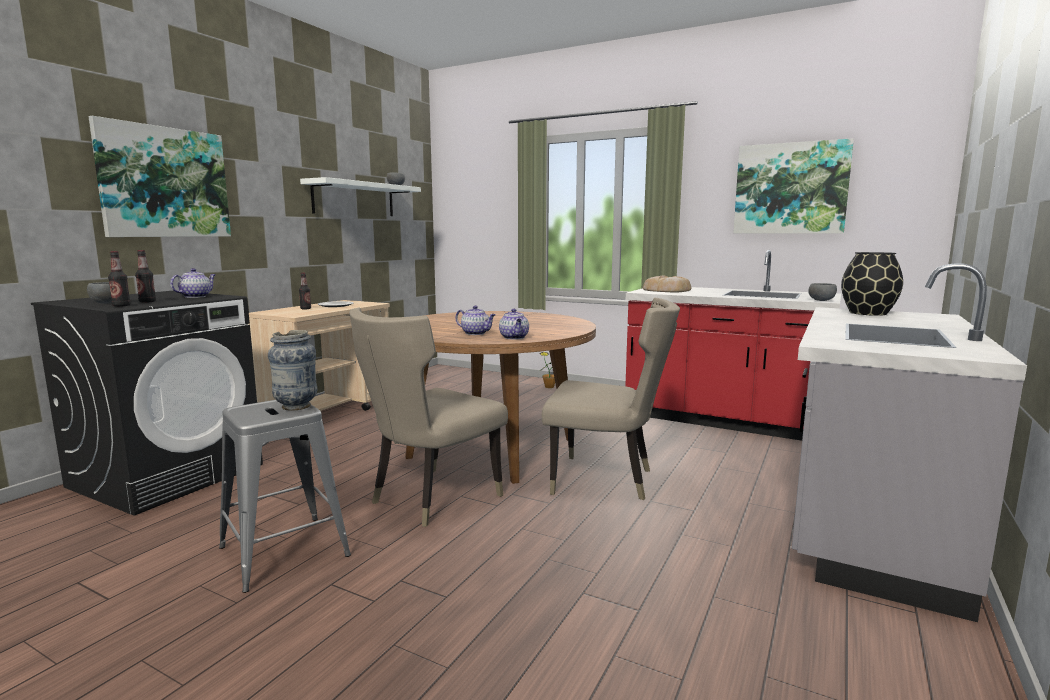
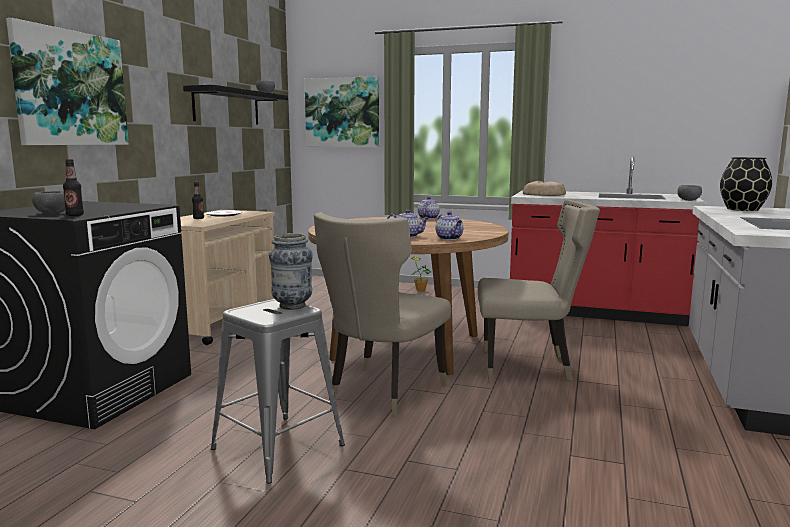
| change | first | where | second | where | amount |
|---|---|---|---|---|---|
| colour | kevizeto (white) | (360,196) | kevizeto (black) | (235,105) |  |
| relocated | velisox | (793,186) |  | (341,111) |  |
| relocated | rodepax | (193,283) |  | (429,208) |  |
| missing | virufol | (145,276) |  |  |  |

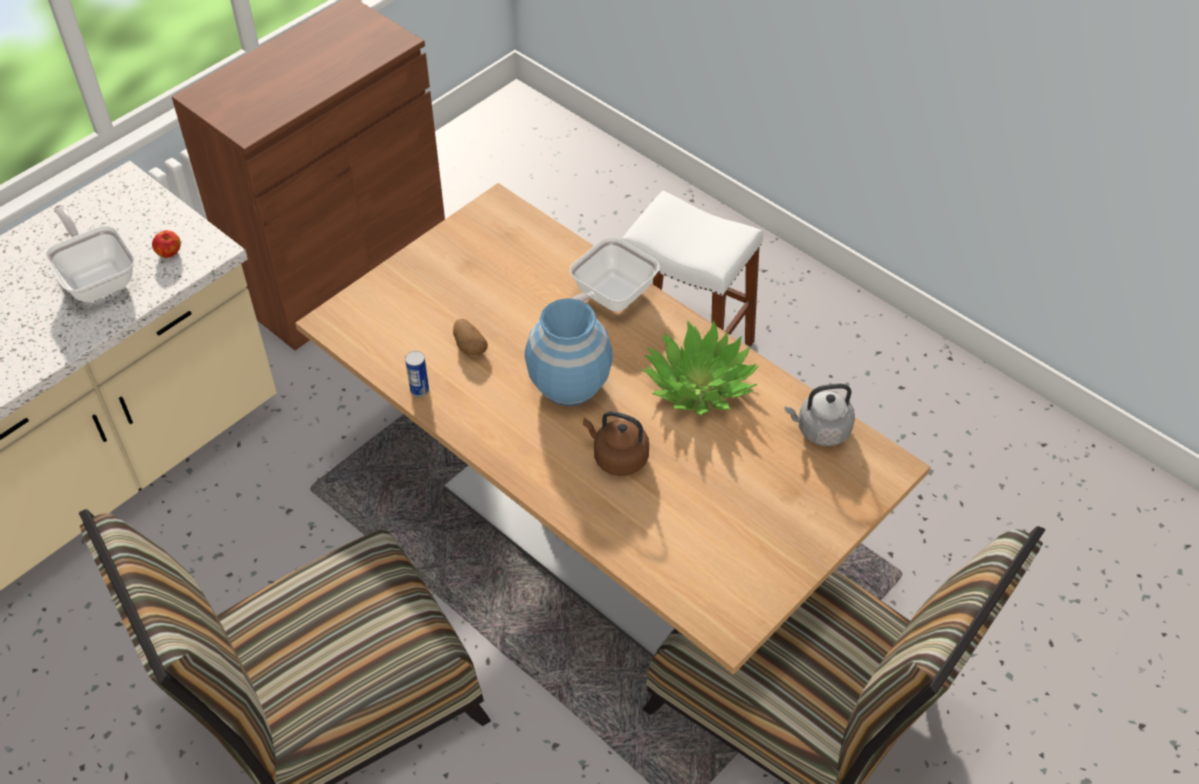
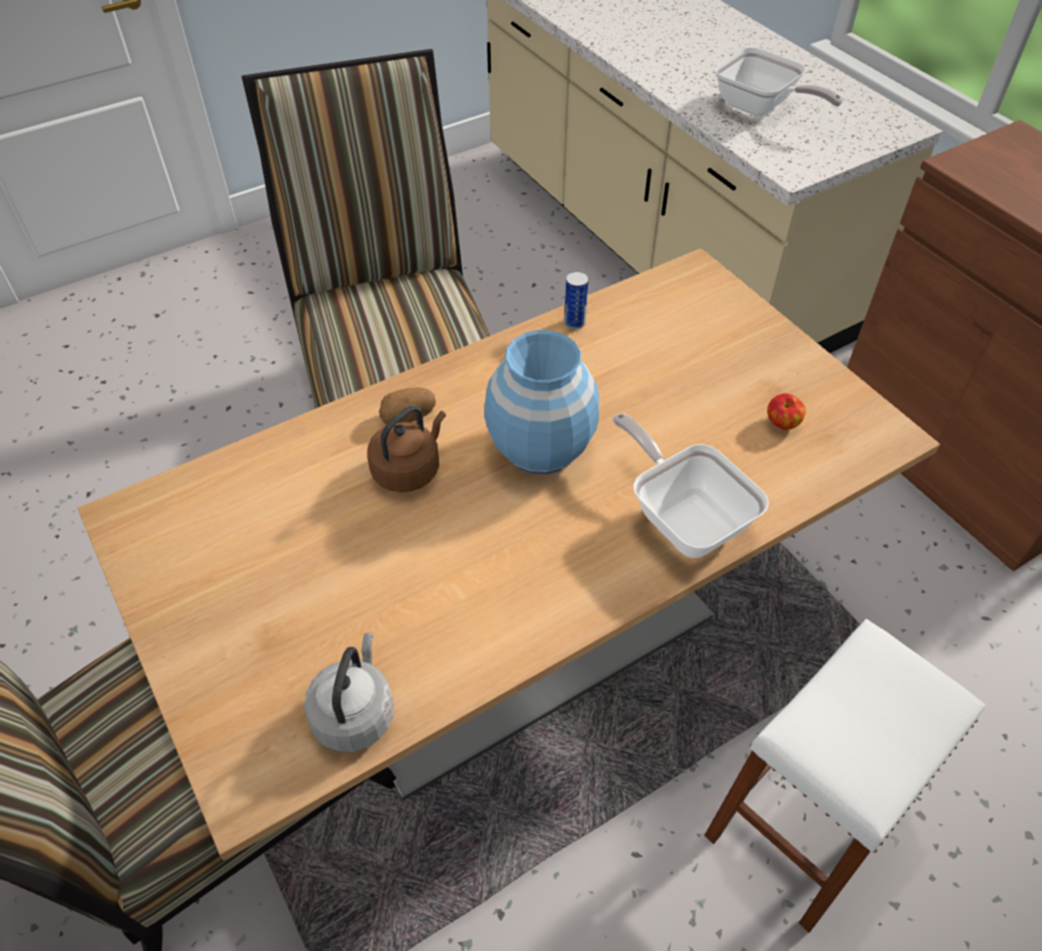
| change | first | where | second | where | amount |
|---|---|---|---|---|---|
| relocated | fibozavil | (470,337) |  | (407,405) |  |
| spun | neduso | (90,253) |  | (779,81) | 60 degrees clockwise |
| relocated | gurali | (166,244) |  | (786,411) |  |
| missing | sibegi | (700,367) |  |  |  |

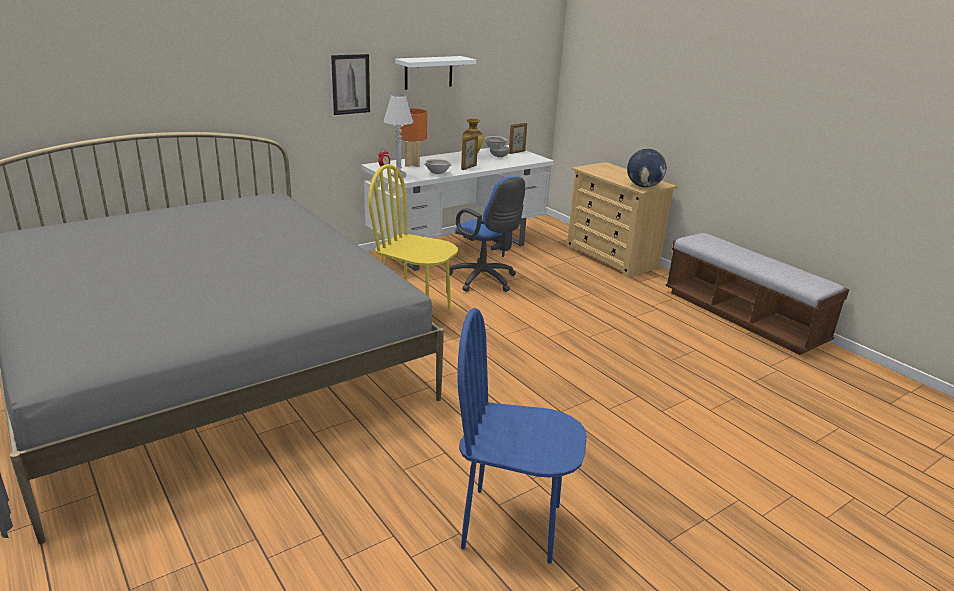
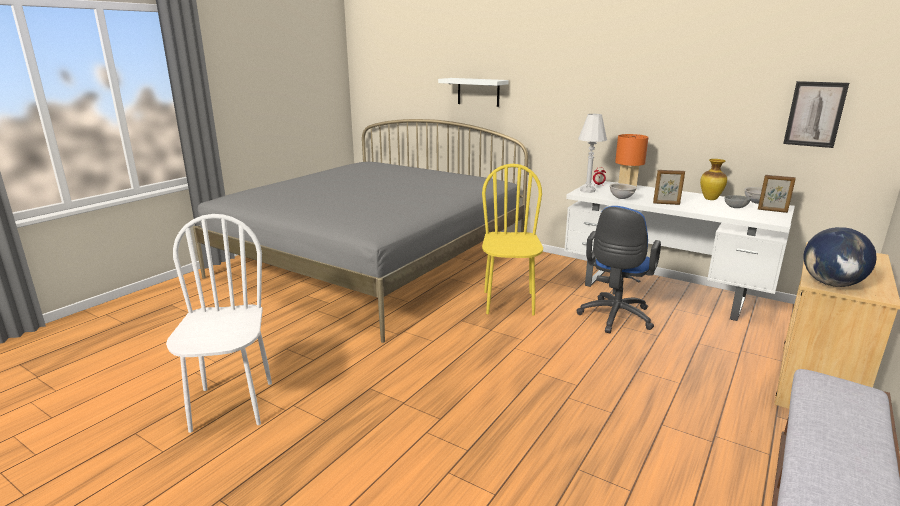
| change | first | where | second | where | amount |
|---|---|---|---|---|---|
| colour | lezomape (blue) | (522,436) | lezomape (white) | (219,323) |  |
| relocated | kevizeto (white) | (435,73) |  | (473,92) |  |
| relocated | velisox | (350,84) |  | (816,114) |  |

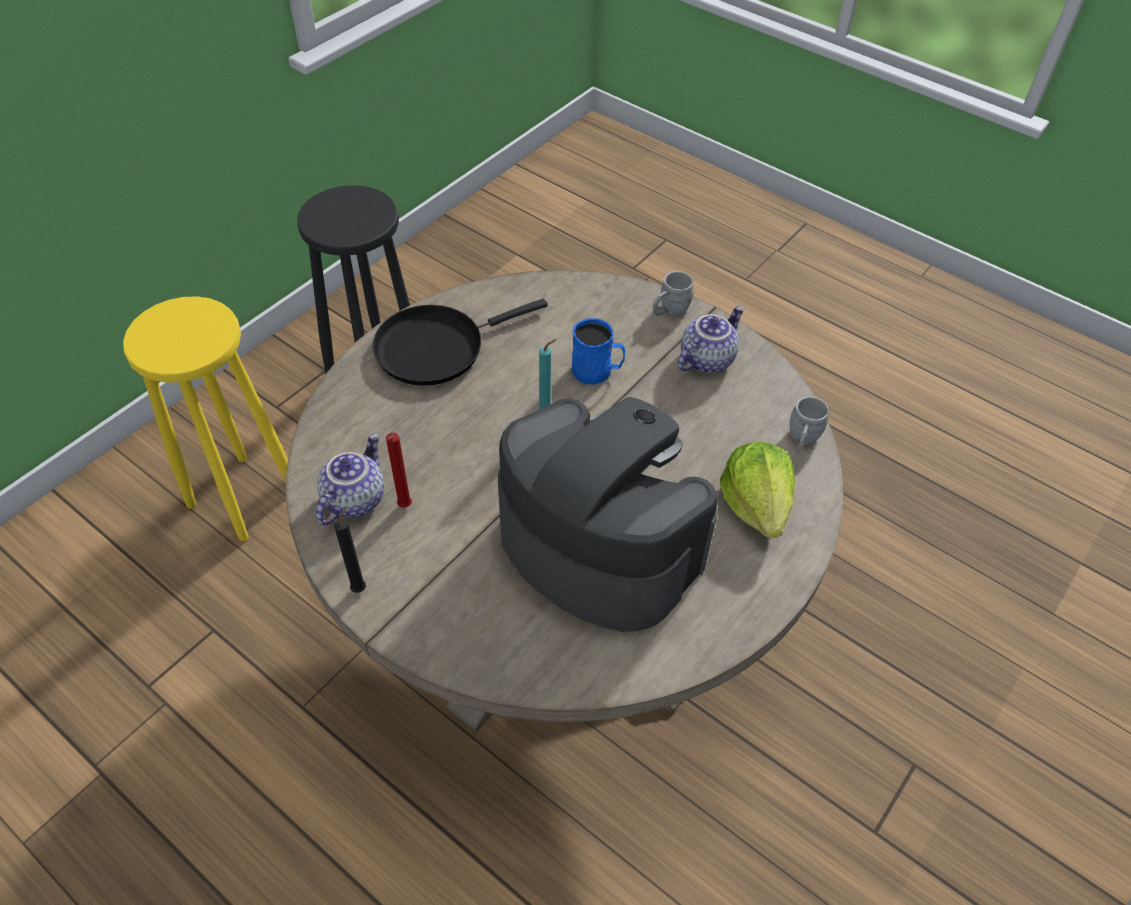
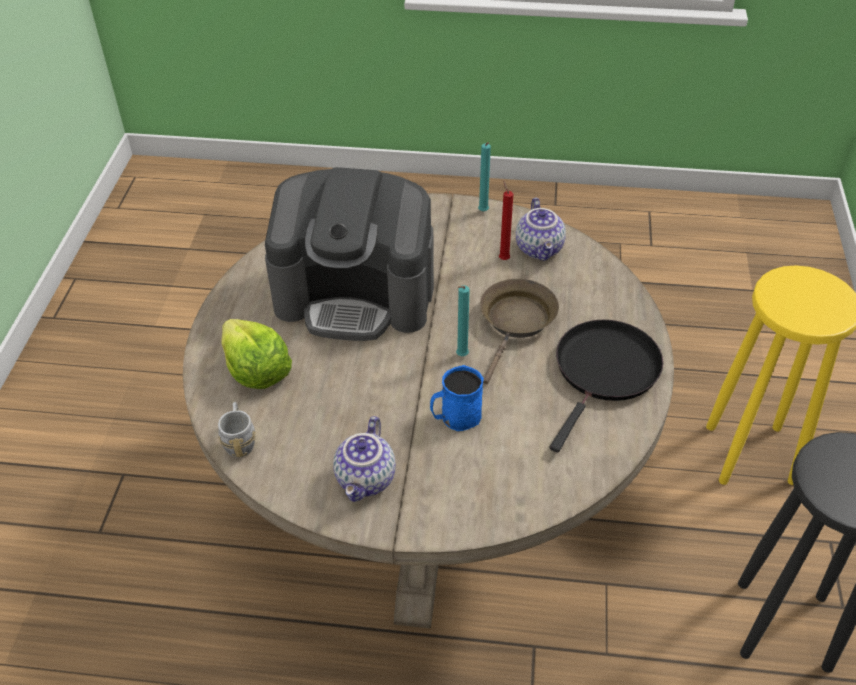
| change | first | where | second | where | amount |
|---|---|---|---|---|---|
| colour | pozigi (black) | (350,549) | pozigi (turquoise) | (484,176) |  |
| appeared |  |  | neduso (brown) | (519,331) |  |
| missing | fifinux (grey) | (673,293) |  |  |  |

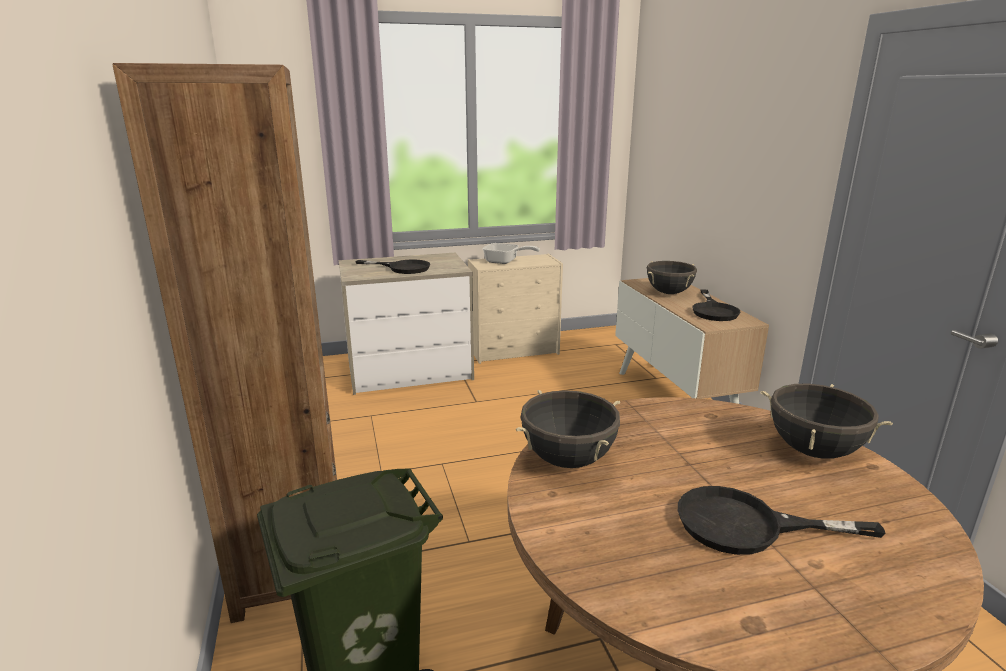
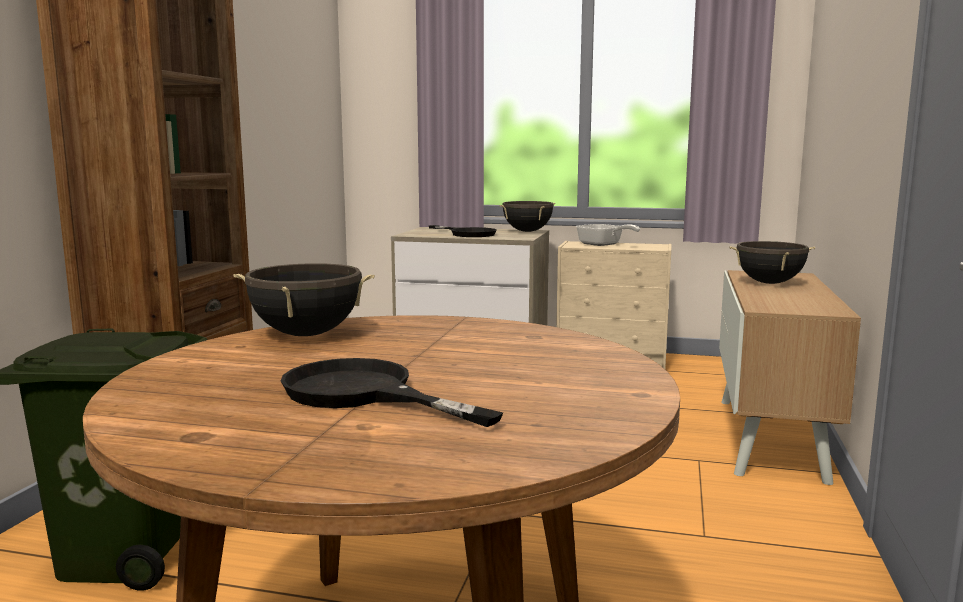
| change | first | where | second | where | amount |
|---|---|---|---|---|---|
| relocated | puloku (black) | (826,421) |  | (527,216) |  |
| missing | neduso (black) | (716,305) |  |  |  |

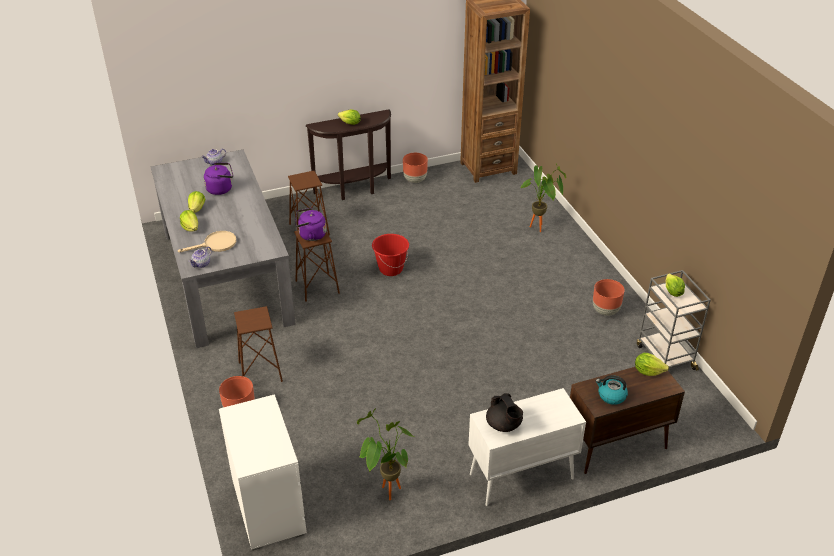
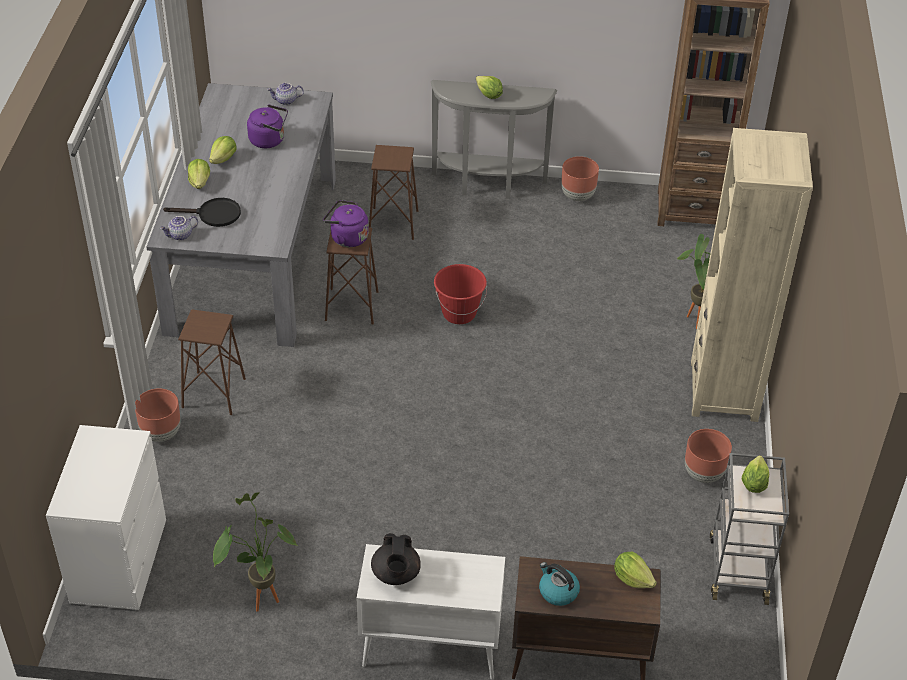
| change | first | where | second | where | amount |
|---|---|---|---|---|---|
| colour | neduso (beige) | (207,242) | neduso (black) | (202,212) |  |
| colour | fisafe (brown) | (348,154) | fisafe (grey) | (494,139) |  |
| appeared |  |  | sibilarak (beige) | (752,275) |  |

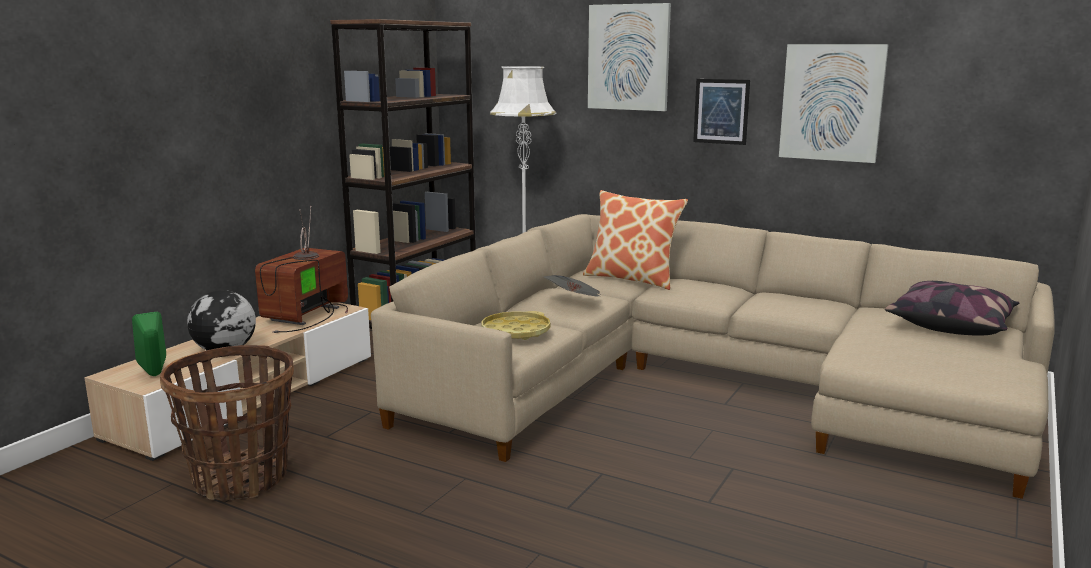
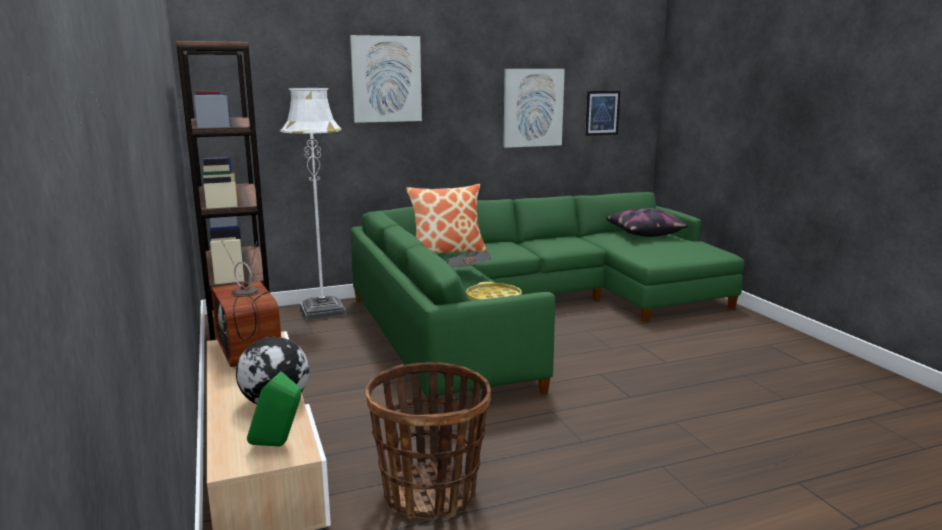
| change | first | where | second | where | amount |
|---|---|---|---|---|---|
| colour | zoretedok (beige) | (713,356) | zoretedok (green) | (547,302) |  |
| relocated | velisox | (721,112) |  | (603,113) |  |

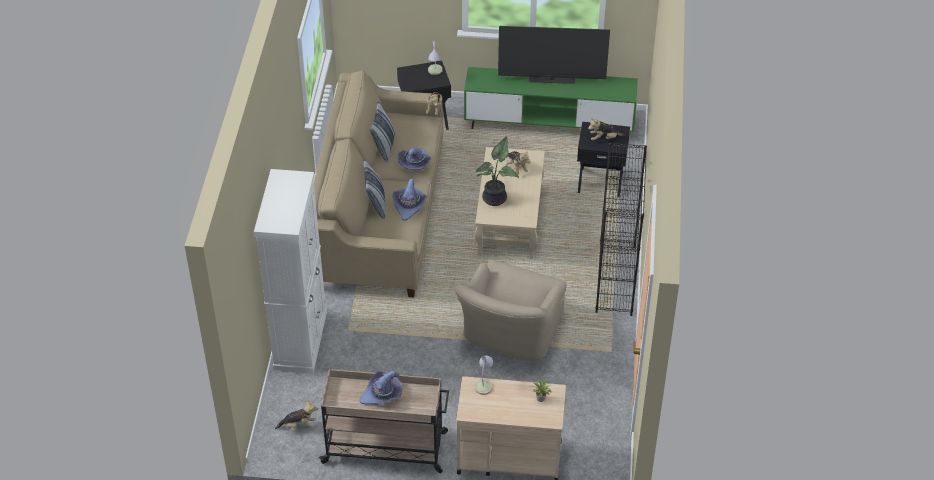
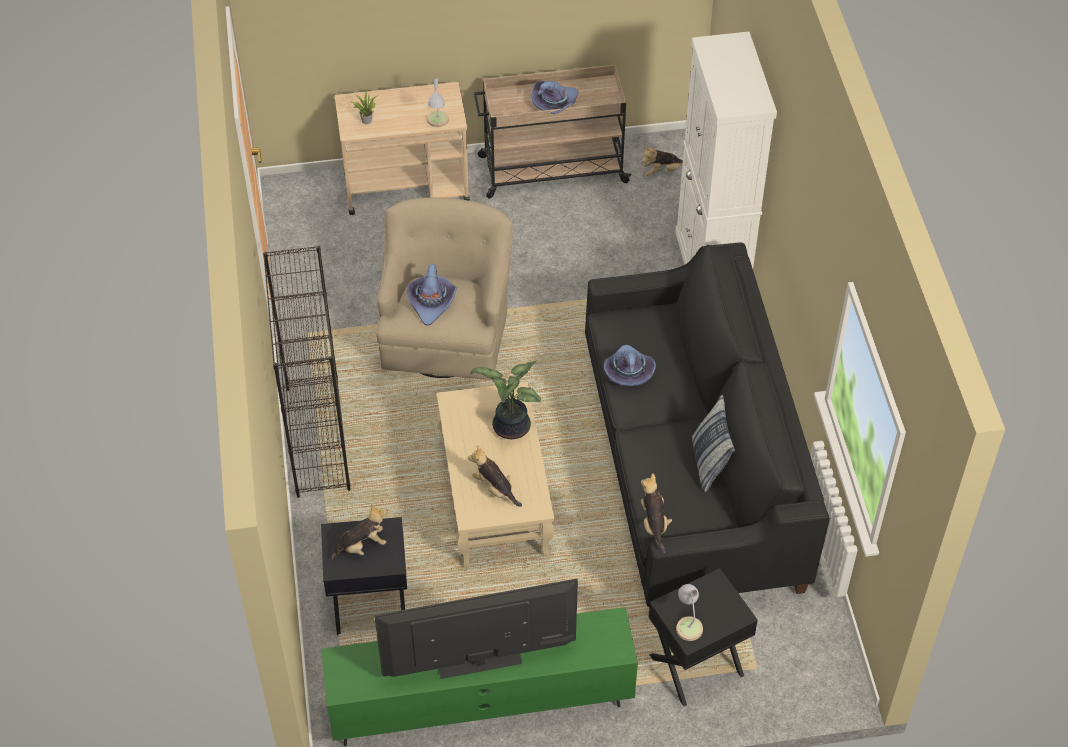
| change | first | where | second | where | amount |
|---|---|---|---|---|---|
| relocated | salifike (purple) | (414,158) |  | (432,295) |  |
| colour | zoretedok (beige) | (379,183) | zoretedok (black) | (707,425) |  |
| missing | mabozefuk | (374,189) |  |  |  |

